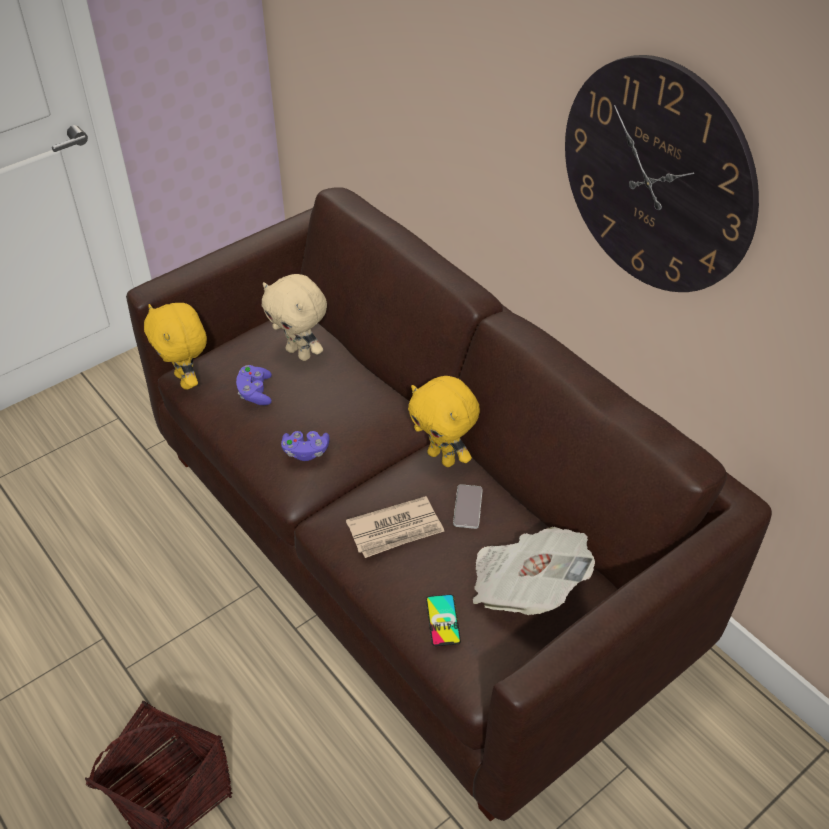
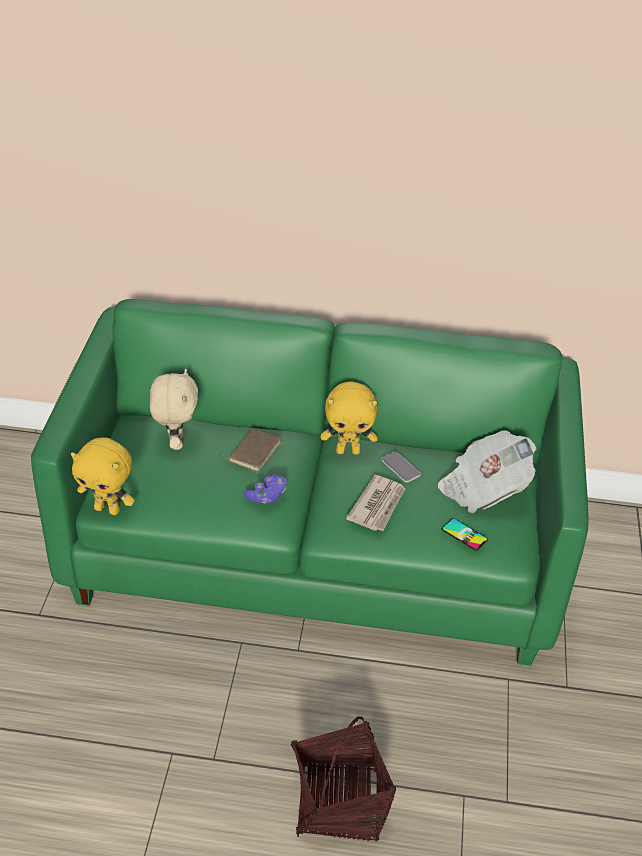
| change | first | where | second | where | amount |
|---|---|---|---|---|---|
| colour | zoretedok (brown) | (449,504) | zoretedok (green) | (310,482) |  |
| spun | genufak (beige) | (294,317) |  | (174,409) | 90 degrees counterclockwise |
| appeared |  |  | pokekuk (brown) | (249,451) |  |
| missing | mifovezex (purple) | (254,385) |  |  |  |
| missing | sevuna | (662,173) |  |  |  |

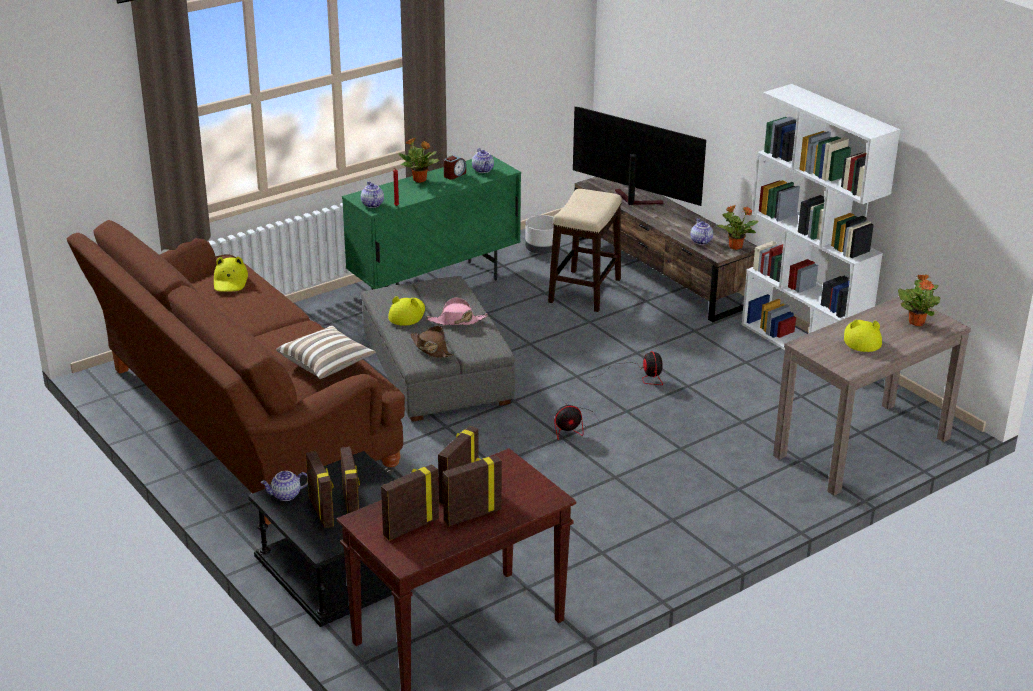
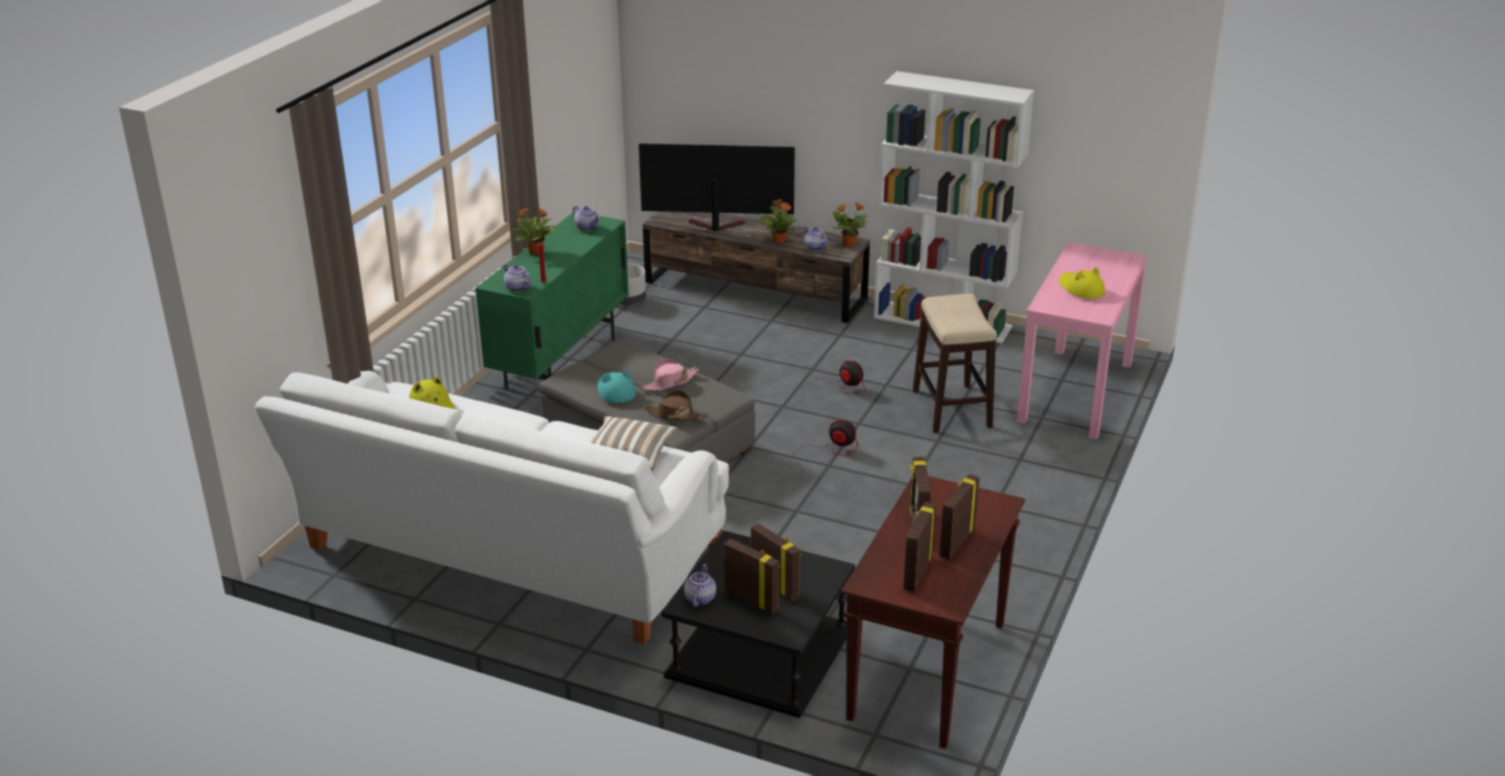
| change | first | where | second | where | amount |
|---|---|---|---|---|---|
| colour | zoretedok (brown) | (236,372) | zoretedok (white) | (492,507) |  |
| colour | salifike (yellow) | (406,311) | salifike (turquoise) | (616,386) |  |
| spun | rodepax | (284,486) |  | (700,585) | 150 degrees clockwise |
| relocated | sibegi | (919,300) |  | (778,221) |  |
| spun | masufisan | (576,419) |  | (825,448) | 105 degrees counterclockwise |
| relocated | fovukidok | (585,250) |  | (955,363) |  |
| colour | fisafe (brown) | (872,396) | fisafe (pink) | (1082,340) |  |
| missing | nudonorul | (455,167) |  |  |  |

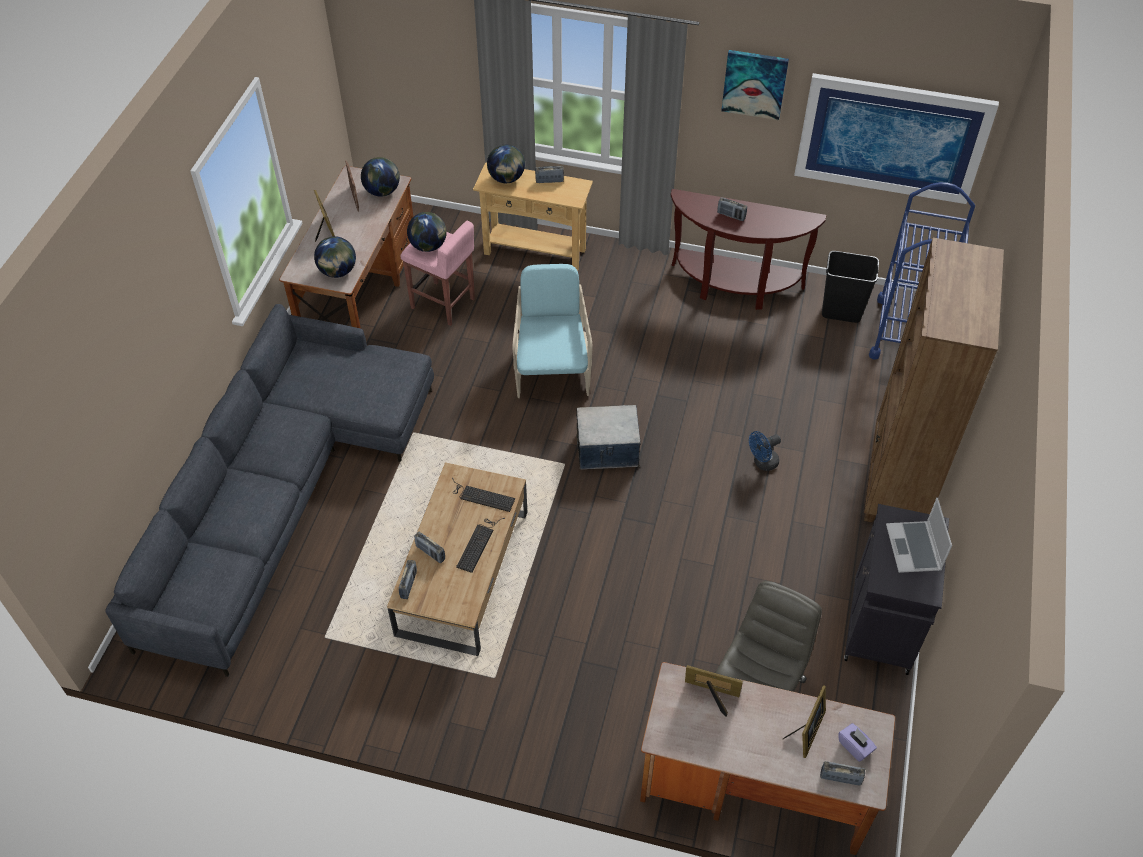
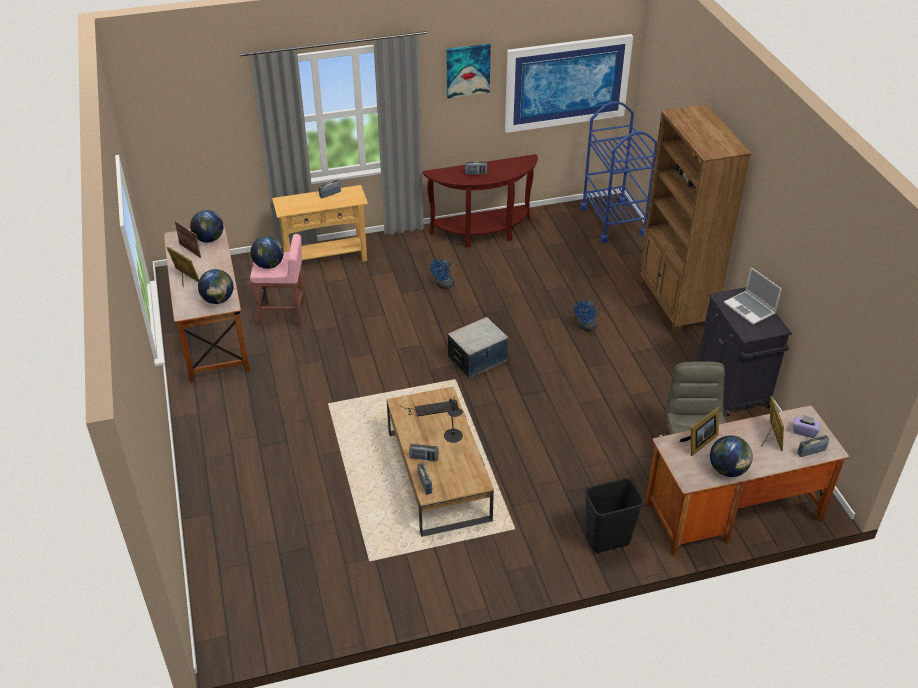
| change | first | where | second | where | amount |
|---|---|---|---|---|---|
| appeared |  |  | masufisan (blue) | (442,274) |  |
| exchanged | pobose | (480,545) | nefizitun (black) | (453,420) |  |
| relocated | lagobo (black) | (850,287) |  | (614,515) |  |
| spun | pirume | (714,690) |  | (699,431) | 150 degrees clockwise |
| relocated | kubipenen | (506,164) |  | (731,456) |  |
| missing | zoretedok (grey) | (269,490) |  |  |  |
| missing | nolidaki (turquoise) | (552,331) |  |  |  |

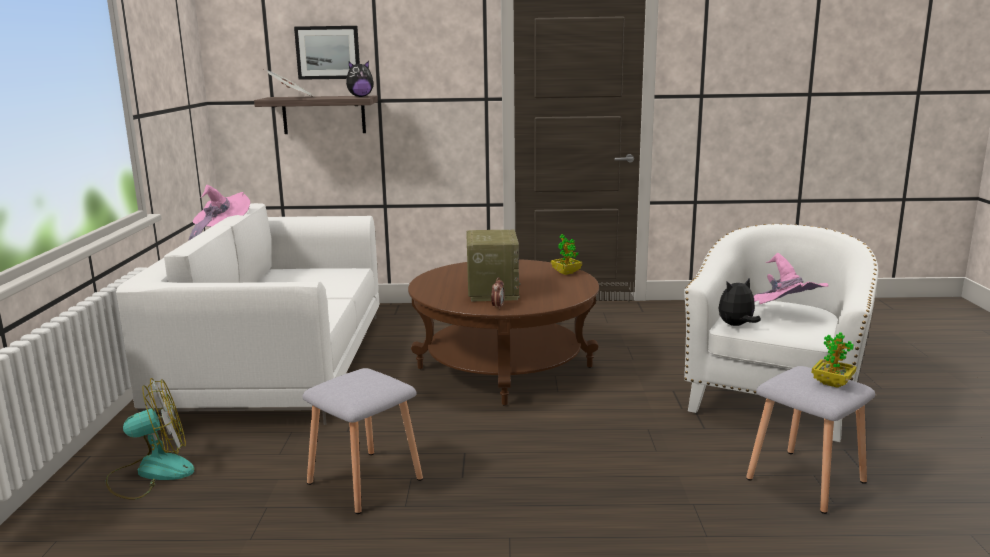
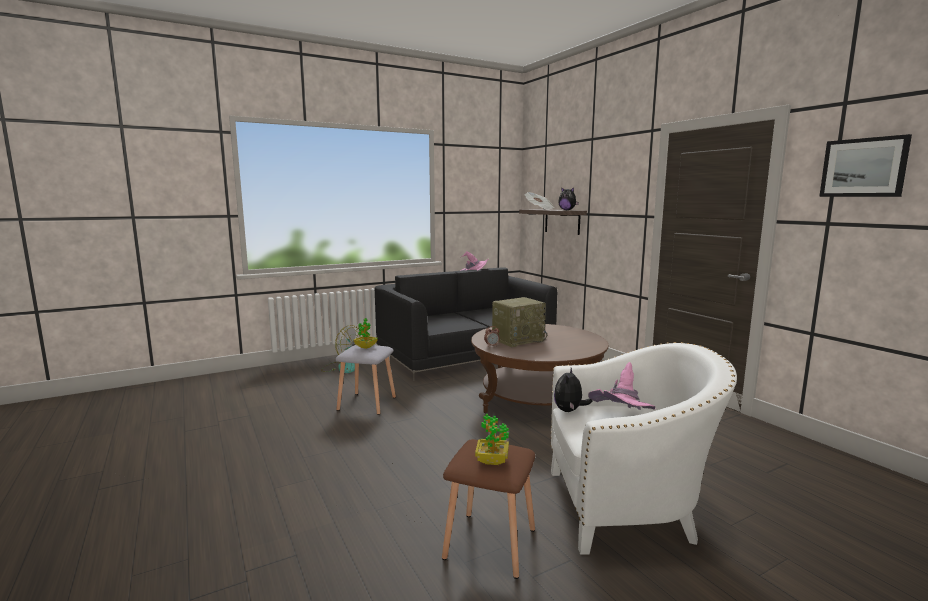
| change | first | where | second | where | amount |
|---|---|---|---|---|---|
| relocated | sibegi | (566,254) |  | (366,333) |  |
| colour | zoretedok (white) | (247,314) | zoretedok (black) | (466,324) |  |
| colour | fovukidok (grey) | (810,440) | fovukidok (brown) | (488,509) |  |
| spun | genufak | (740,302) |  | (573,390) | 105 degrees counterclockwise |
| relocated | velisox | (327,53) |  | (865,165) |  |

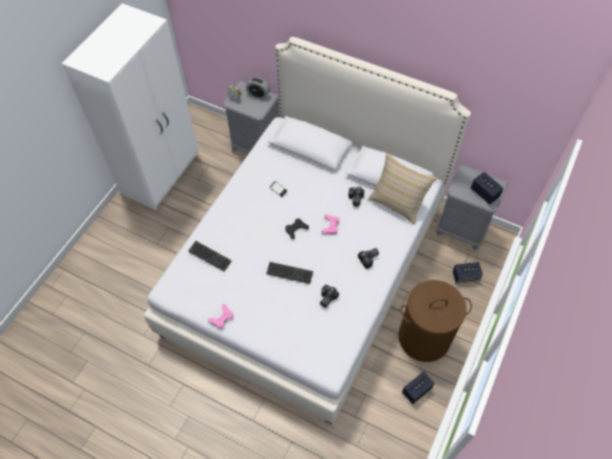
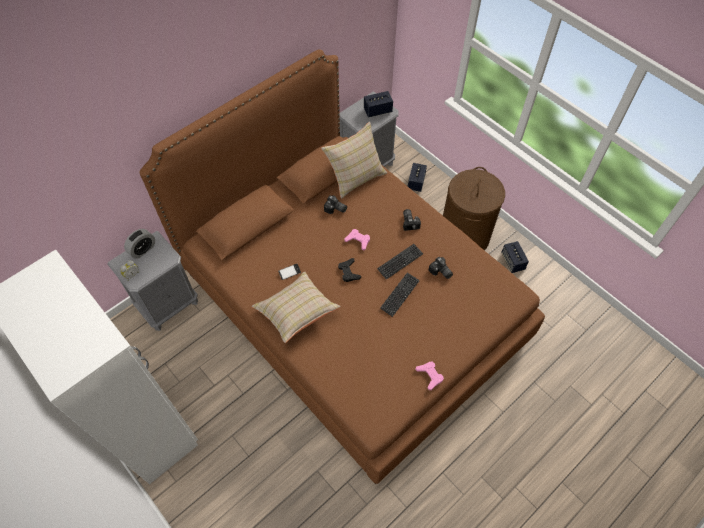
| change | first | where | second | where | amount |
|---|---|---|---|---|---|
| colour | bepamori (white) | (307,230) | bepamori (brown) | (342,266) |  |
| appeared |  |  | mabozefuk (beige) | (296,307) |  |
| relocated | pobose | (210,256) |  | (400,262) |  |

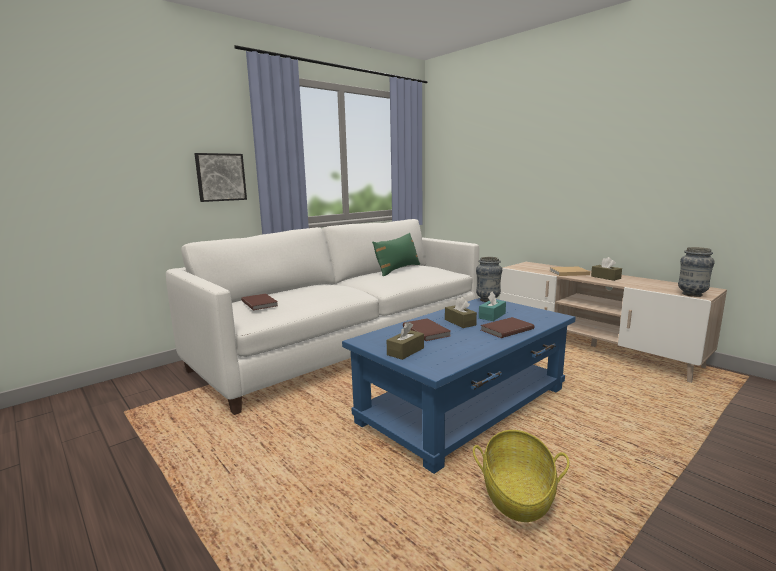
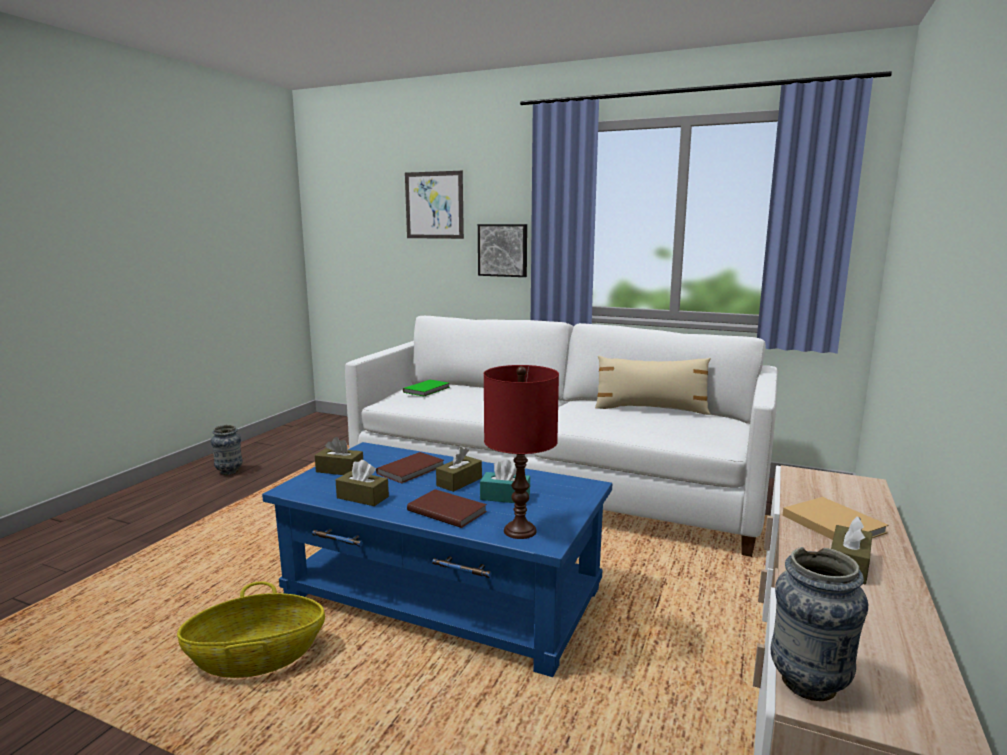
| change | first | where | second | where | amount |
|---|---|---|---|---|---|
| relocated | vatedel | (489,279) |  | (227,450) |  |
| appeared |  |  | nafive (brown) | (362,483) |  |
| colour | pokekuk (brown) | (259,302) | pokekuk (green) | (426,388) |  |
| appeared |  |  | velisox | (434,205) |  |
| appeared |  |  | nefizitun (red) | (521,452) |  |
| colour | mabozefuk (green) | (396,254) | mabozefuk (beige) | (653,385) |  |

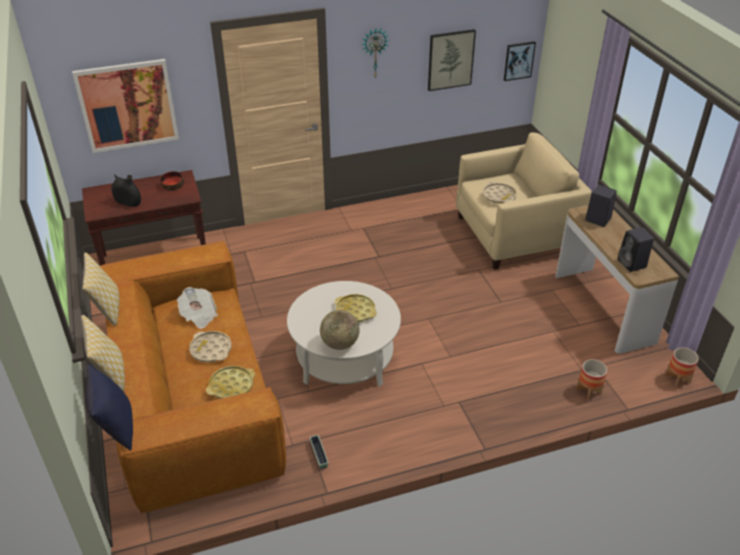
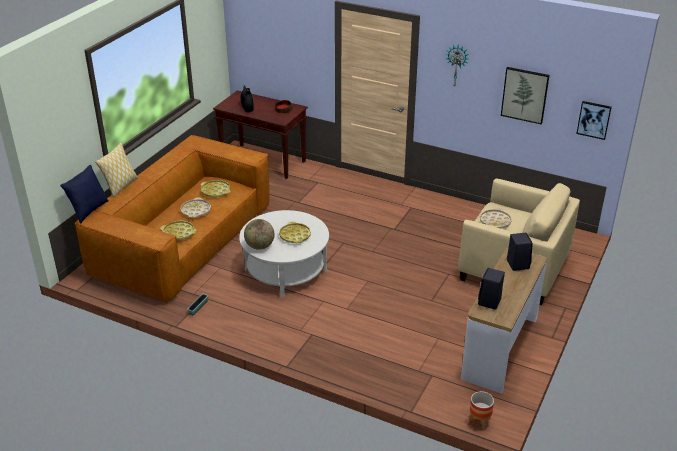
| change | first | where | second | where | amount |
|---|---|---|---|---|---|
| exchanged | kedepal | (197,308) | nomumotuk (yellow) | (216,189) |  |
| missing | velisox | (125,106) |  |  |  |
| missing | mabozefuk | (100,289) |  |  |  |
| missing | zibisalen | (591,379) |  |  |  |

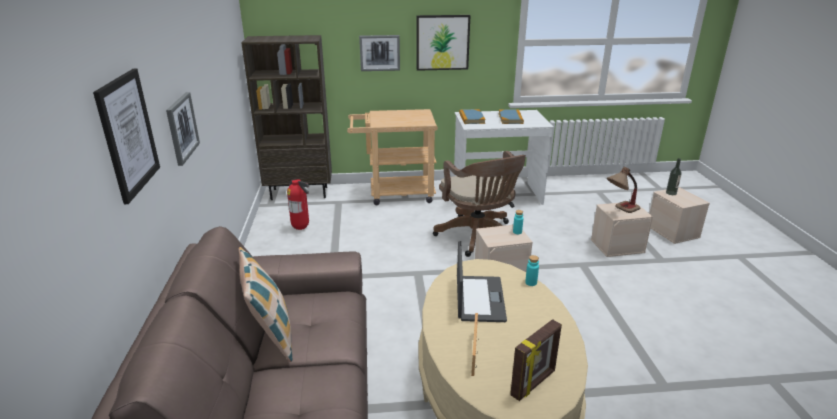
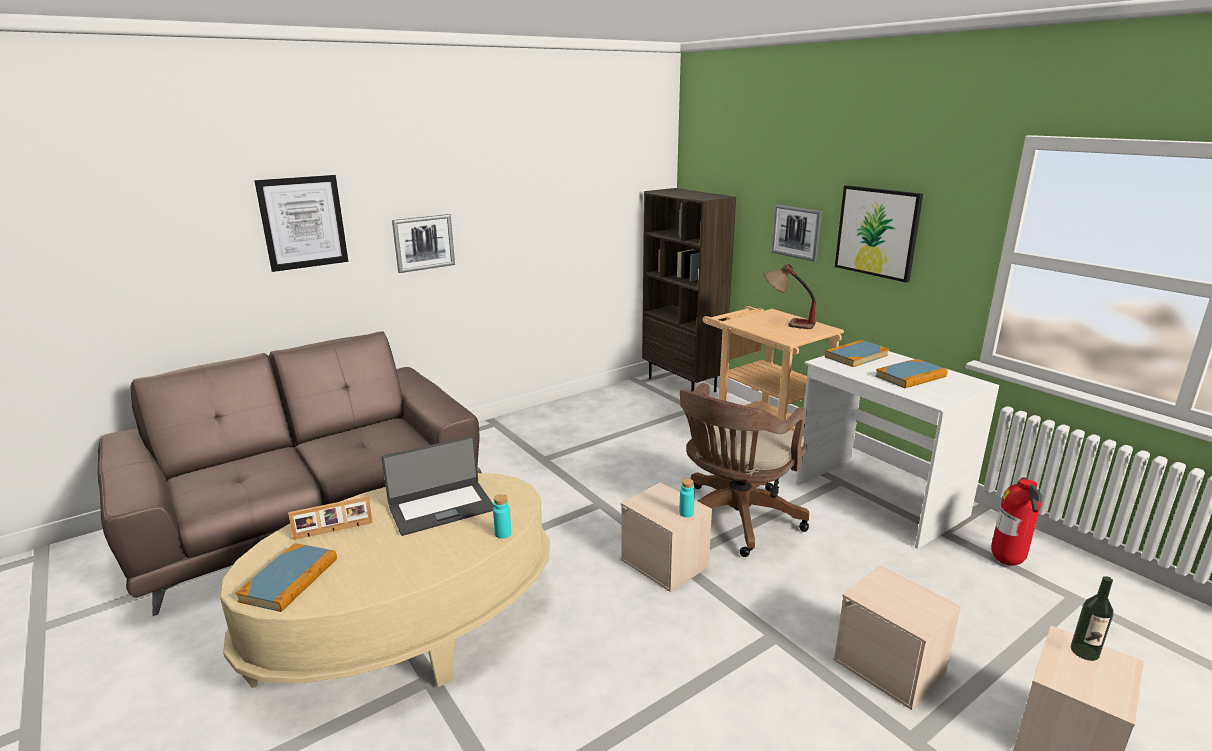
| change | first | where | second | where | amount |
|---|---|---|---|---|---|
| exchanged | pirume | (536,360) | pokekuk | (286,577) |  |
| relocated | nefizitun | (623,190) |  | (790,296) |  |
| relocated | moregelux | (298,204) |  | (1016,522) |  |
| missing | mabozefuk | (265,304) |  |  |  |

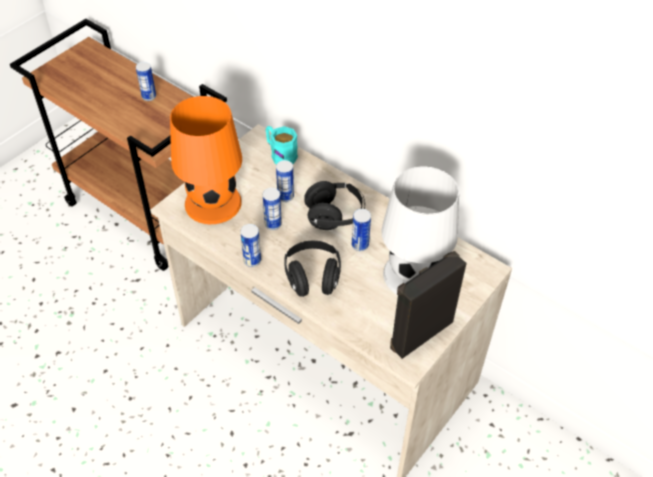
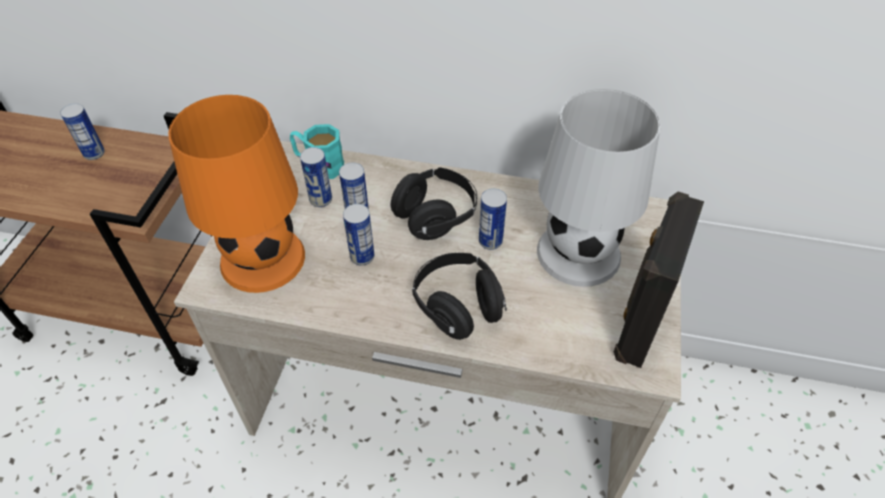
| change | first | where | second | where | amount |
|---|---|---|---|---|---|
| relocated | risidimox | (250,245) |  | (316,177) |  |

